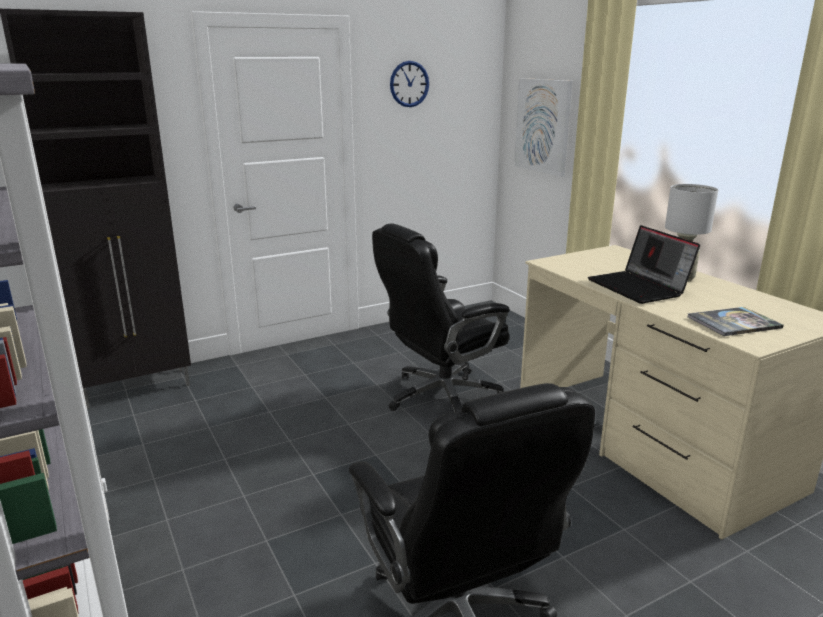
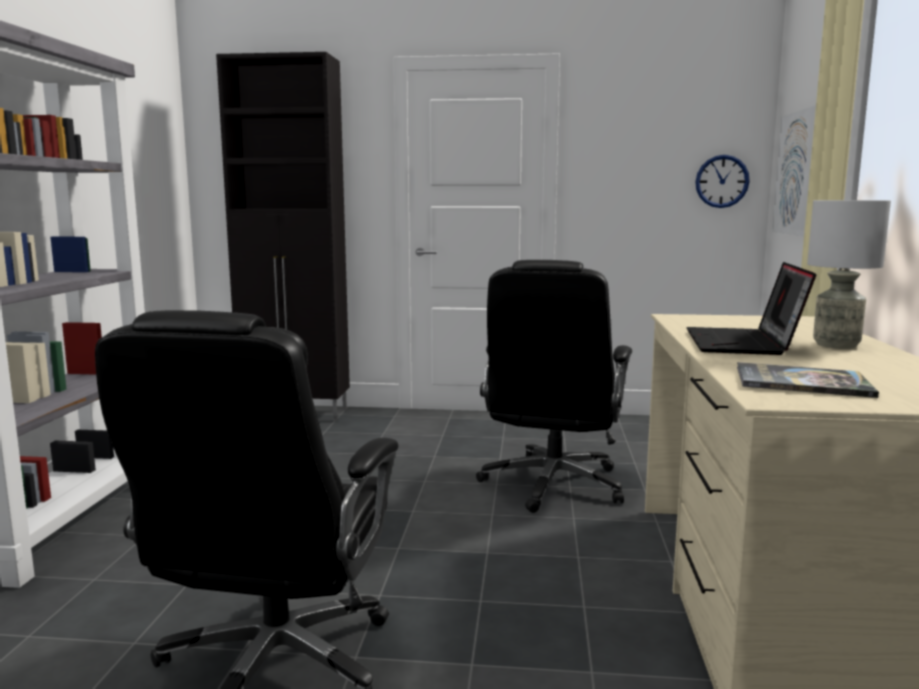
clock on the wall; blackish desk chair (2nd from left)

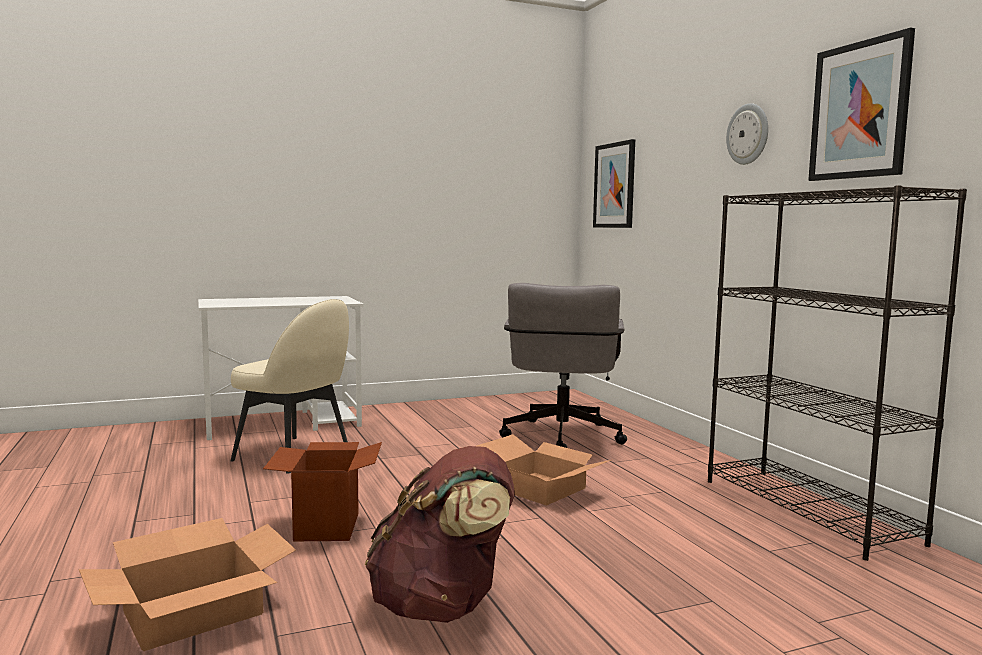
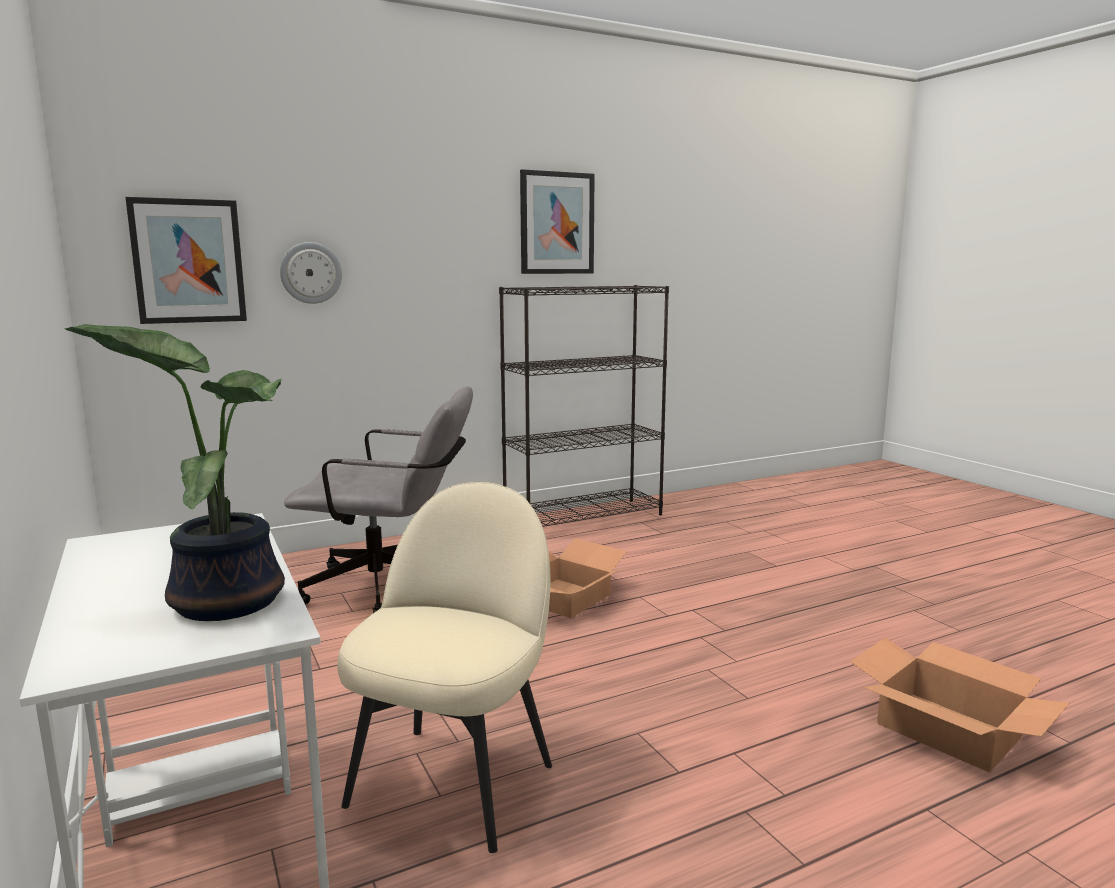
packing box (2nd from left in the first image); brownish backpack; plant in a pot; clock on the wall

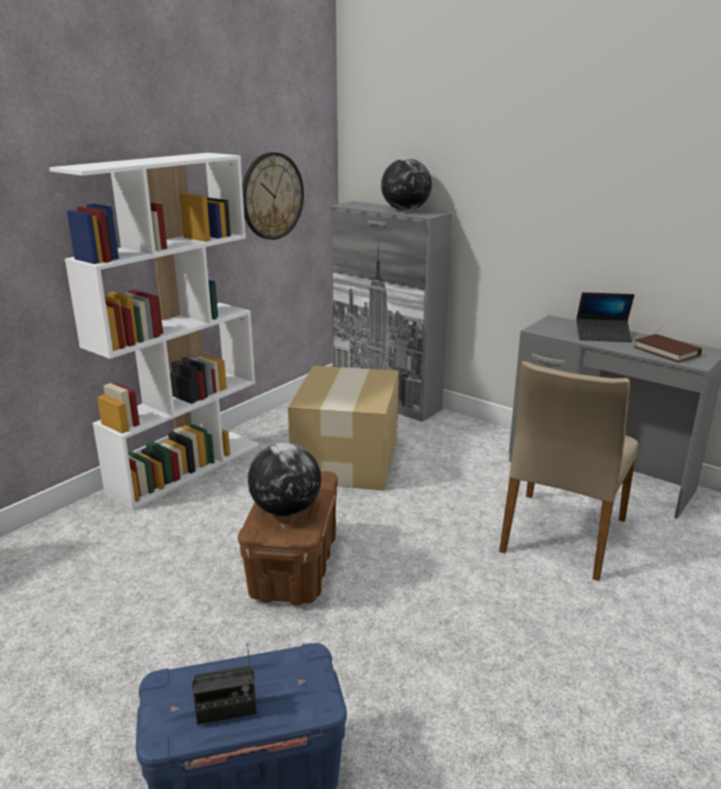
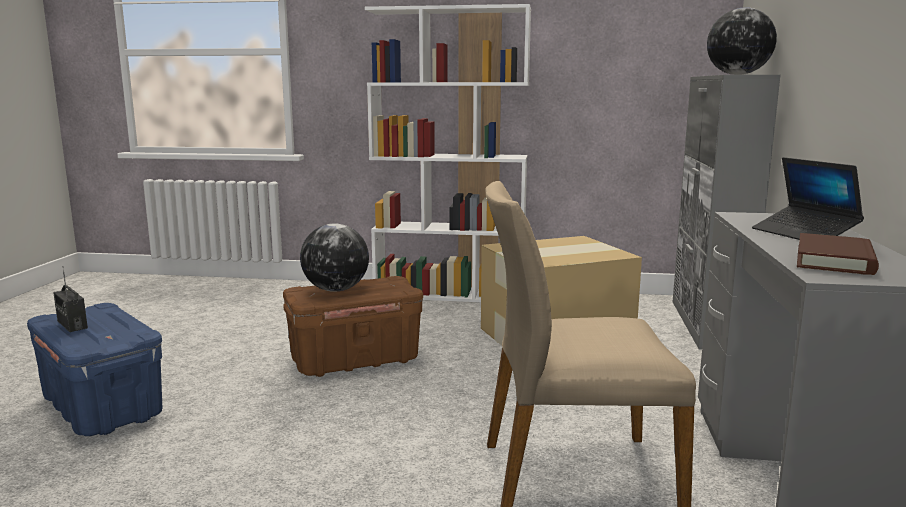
clock on the wall

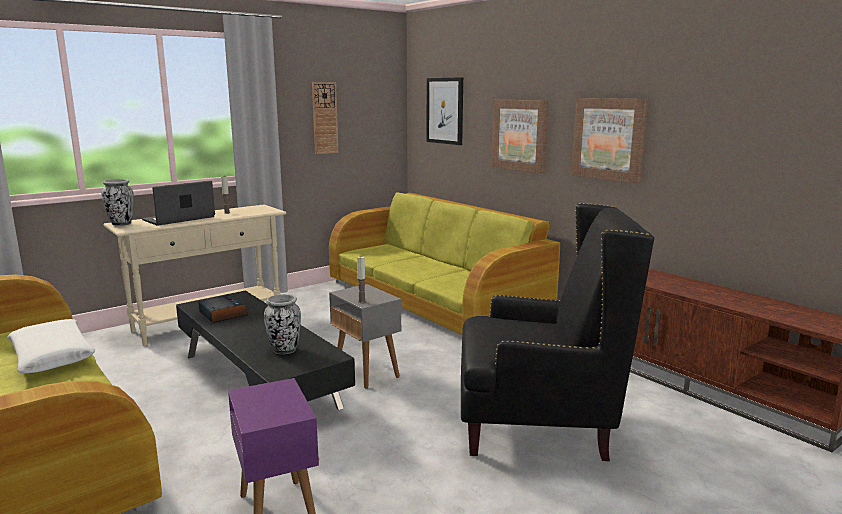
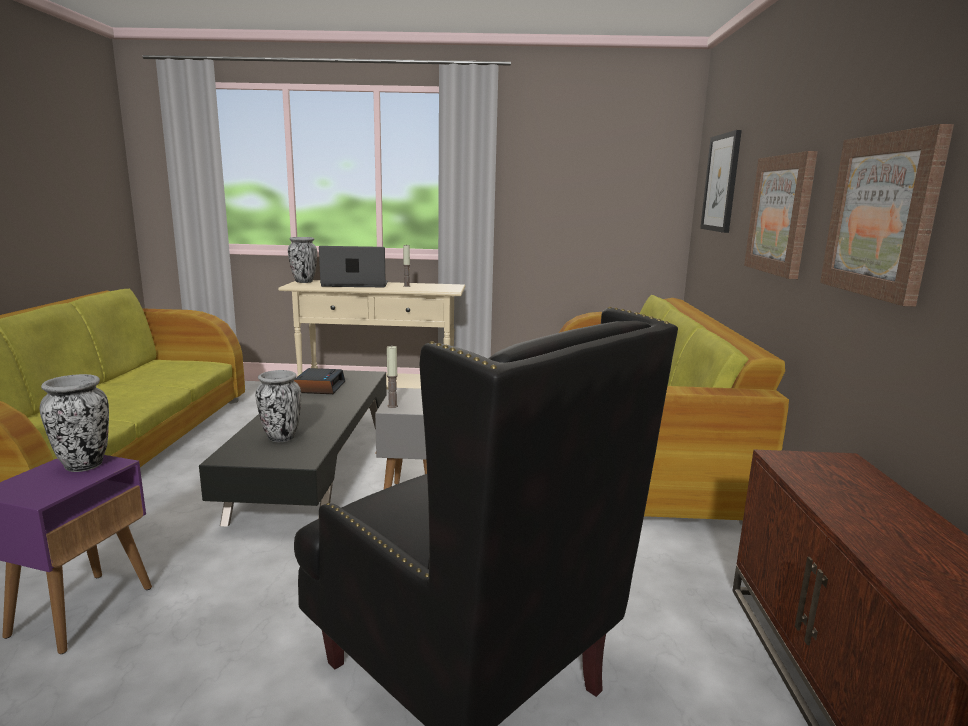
white throw pillow; clock on the wall; decorative vase (1st from left)

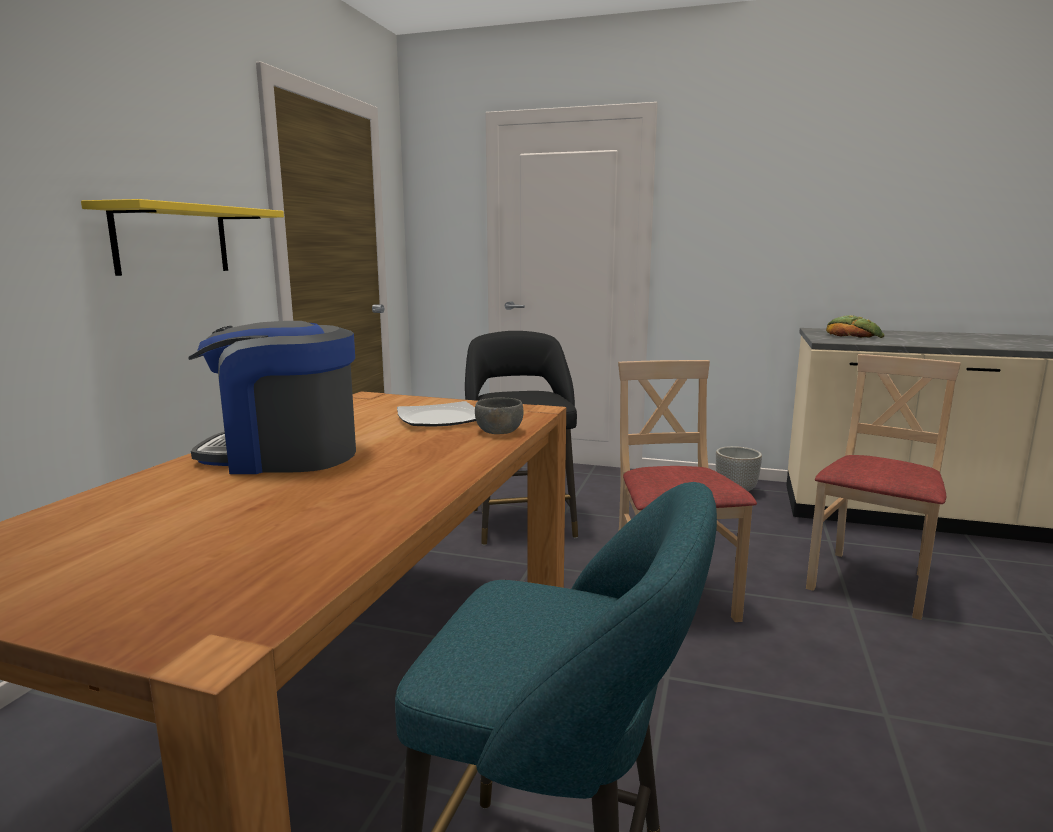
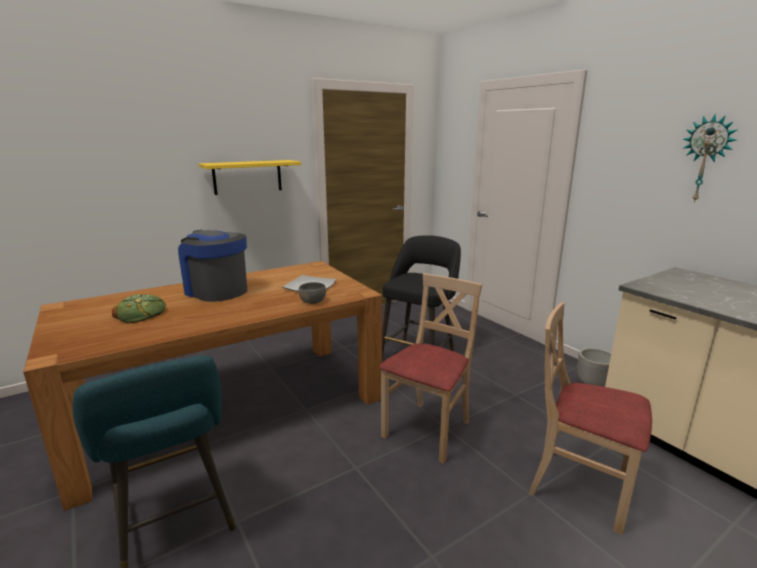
clock on the wall; bread; sand-coloured upright chair (2nd from left)

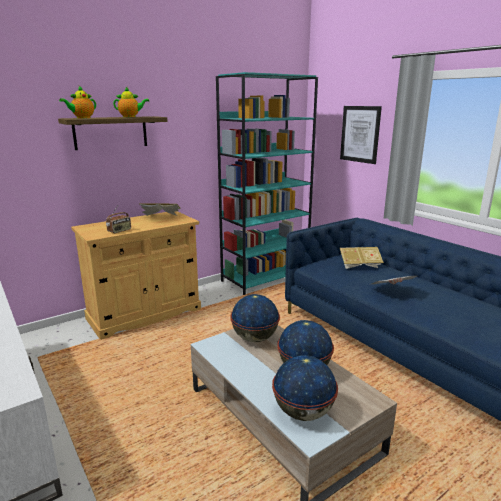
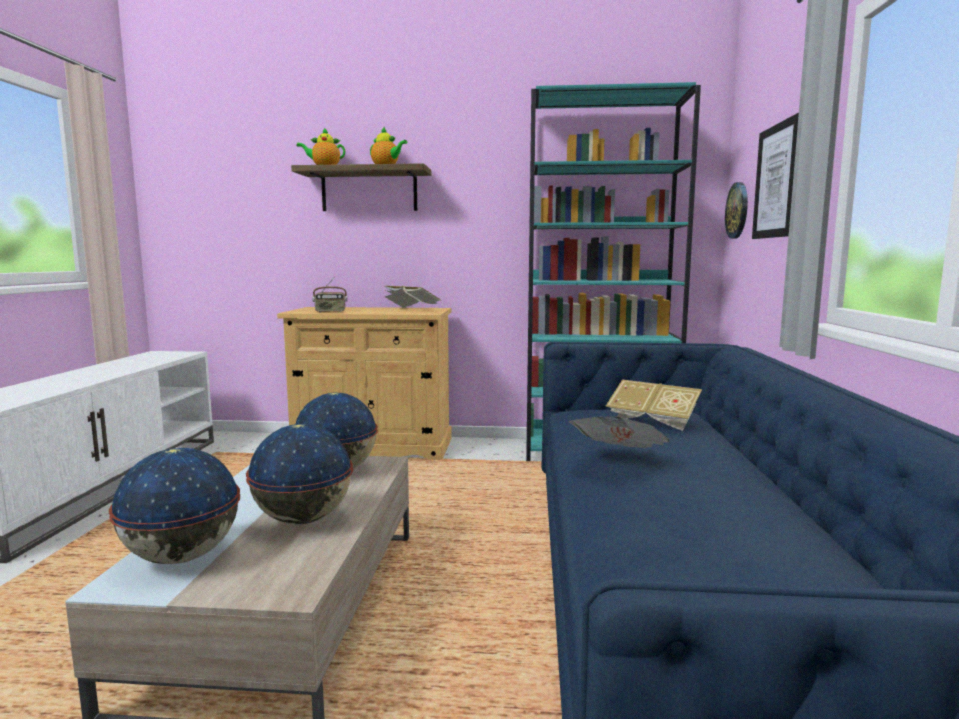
clock on the wall

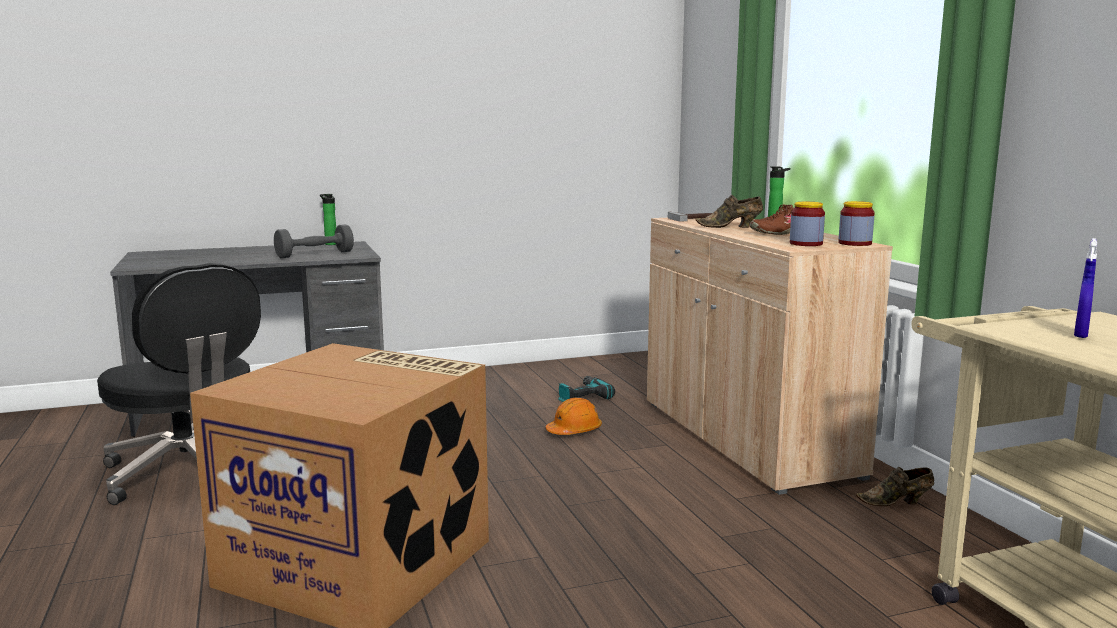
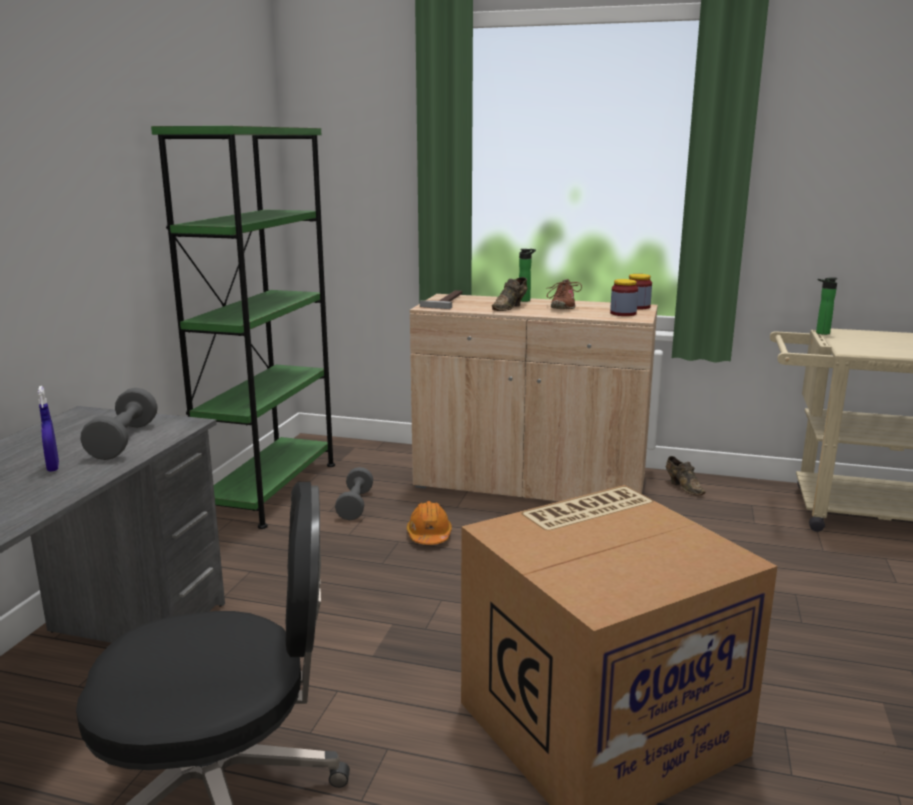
green bookshelf; bottle (2nd from left); bluish sprayer; gray hand weight (2nd from left); brownish low shoe (3rd from left)

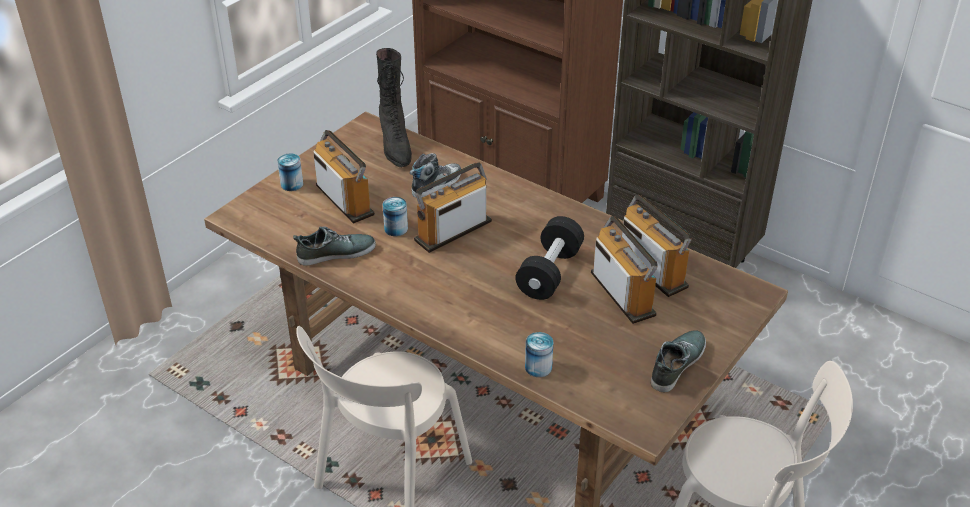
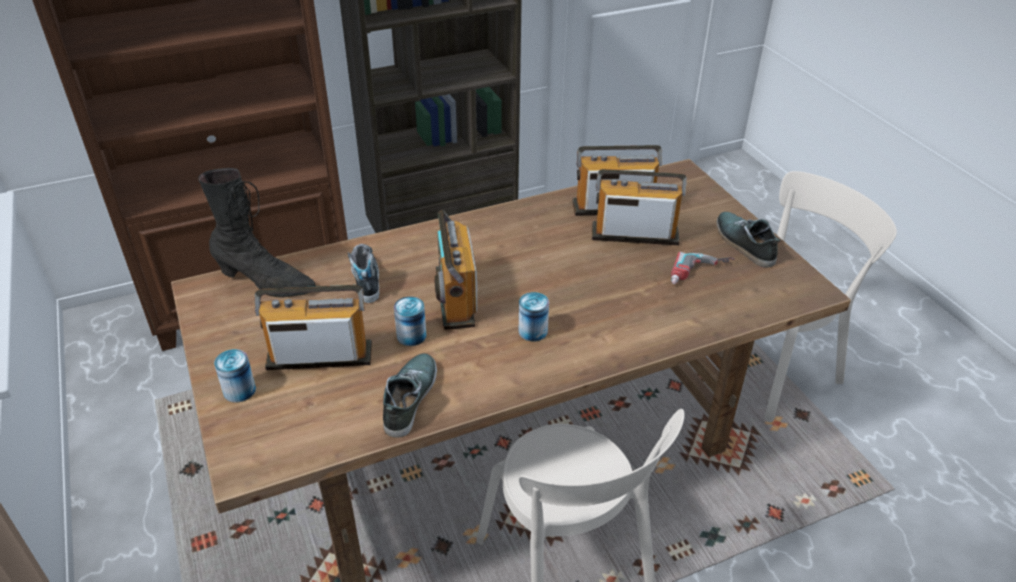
blackish hand weight; power drill; metal can (3rd from left)

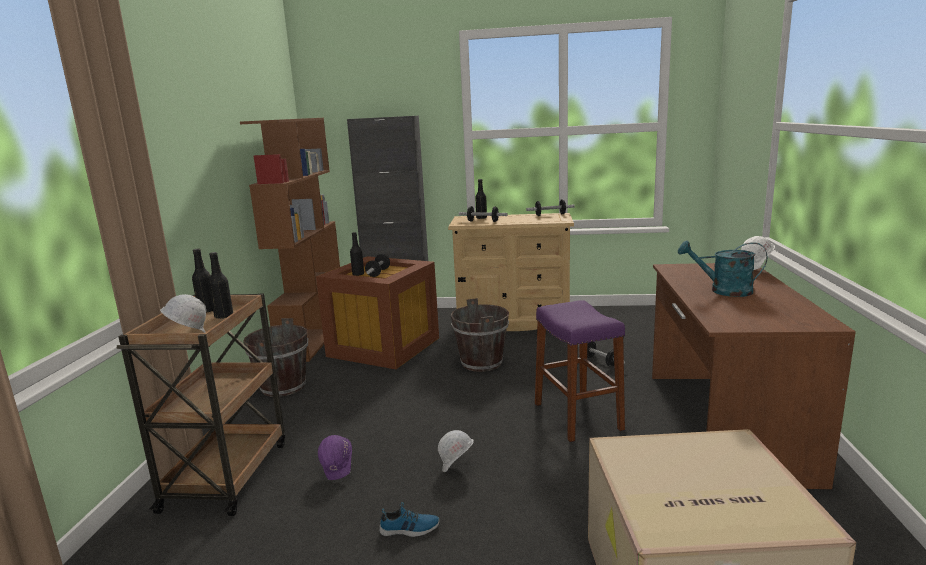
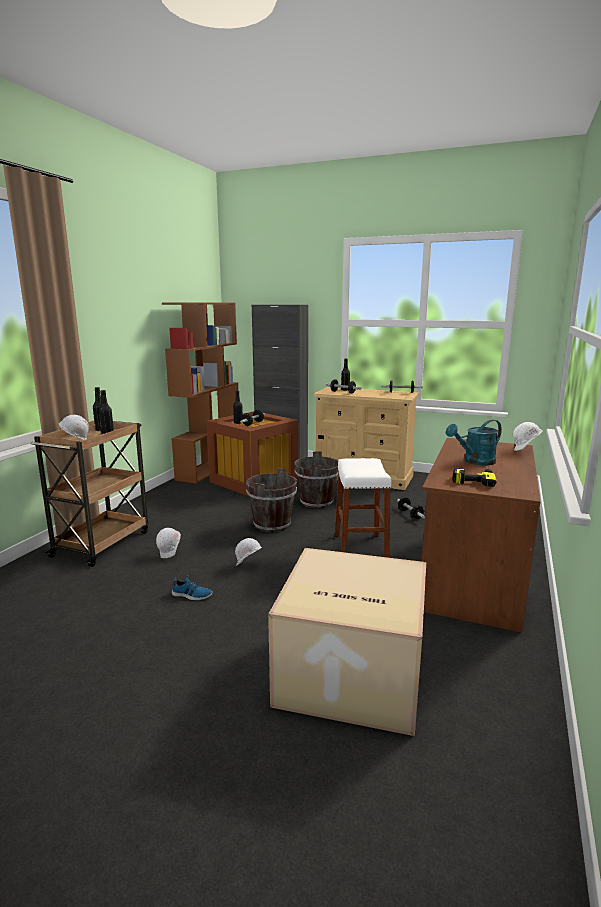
power drill; brownish bucket (1st from left); white hard hat (2nd from left); white stool seat; blue-green watering pot

